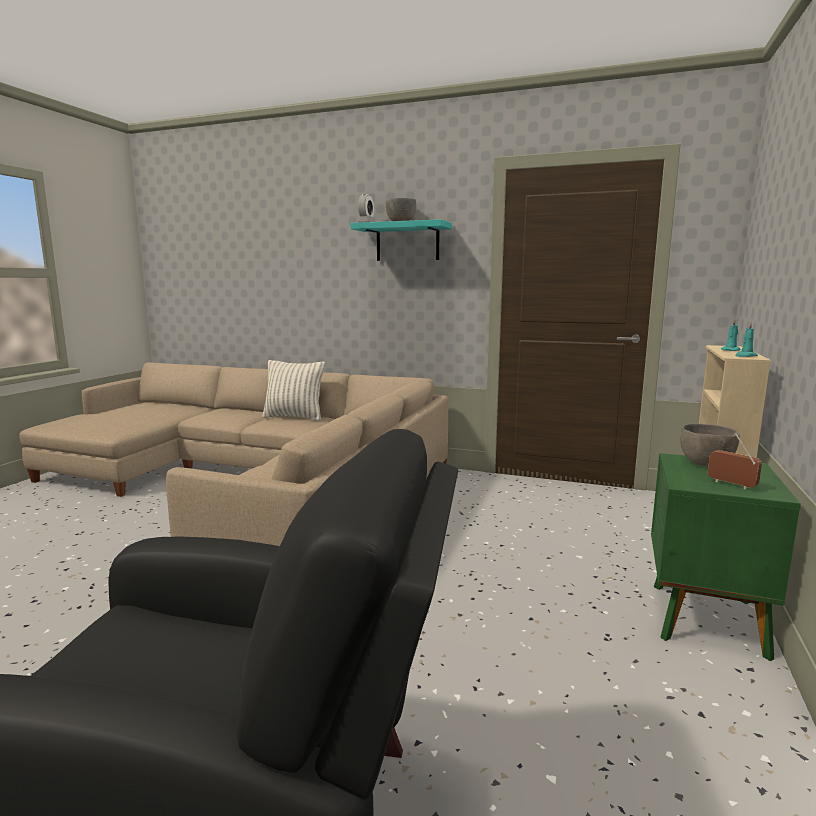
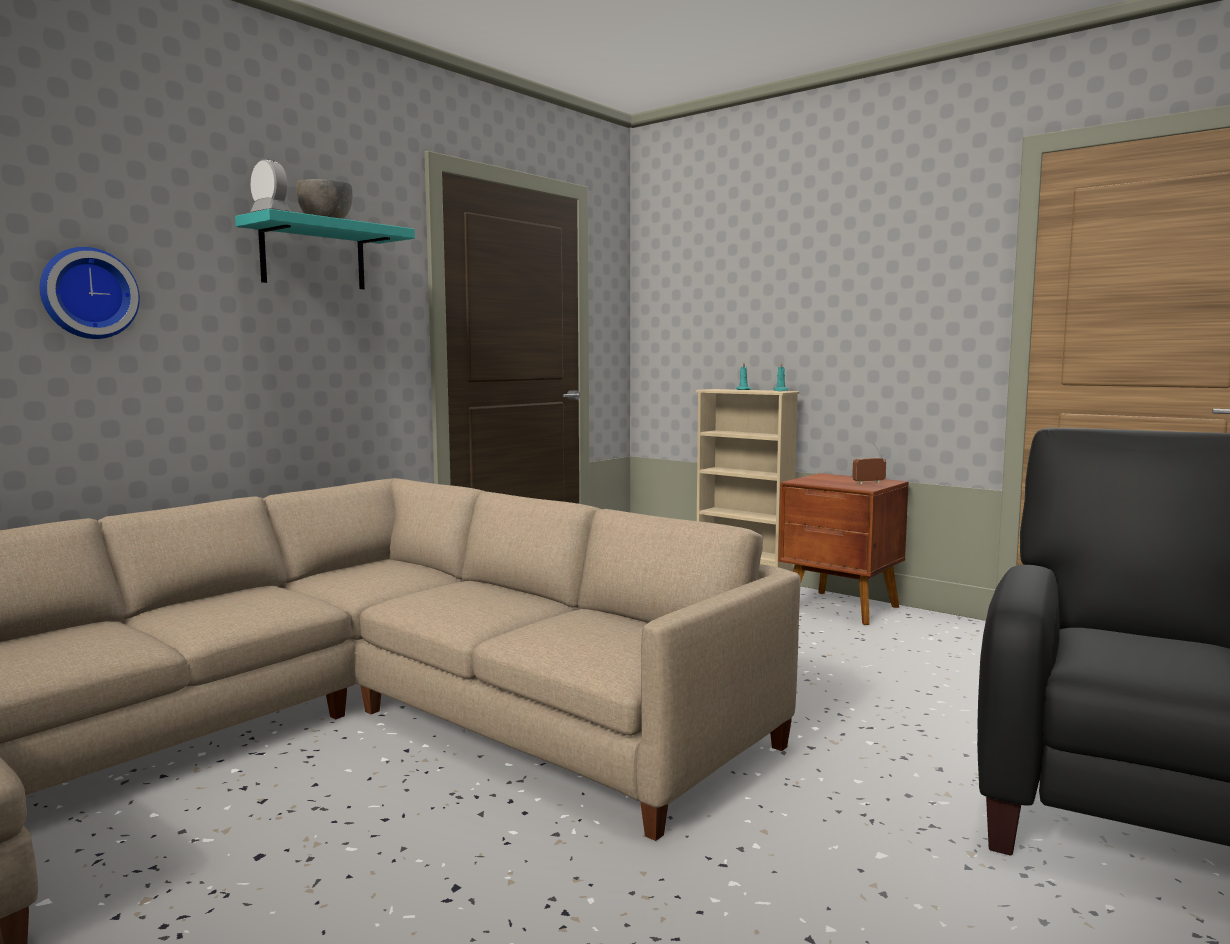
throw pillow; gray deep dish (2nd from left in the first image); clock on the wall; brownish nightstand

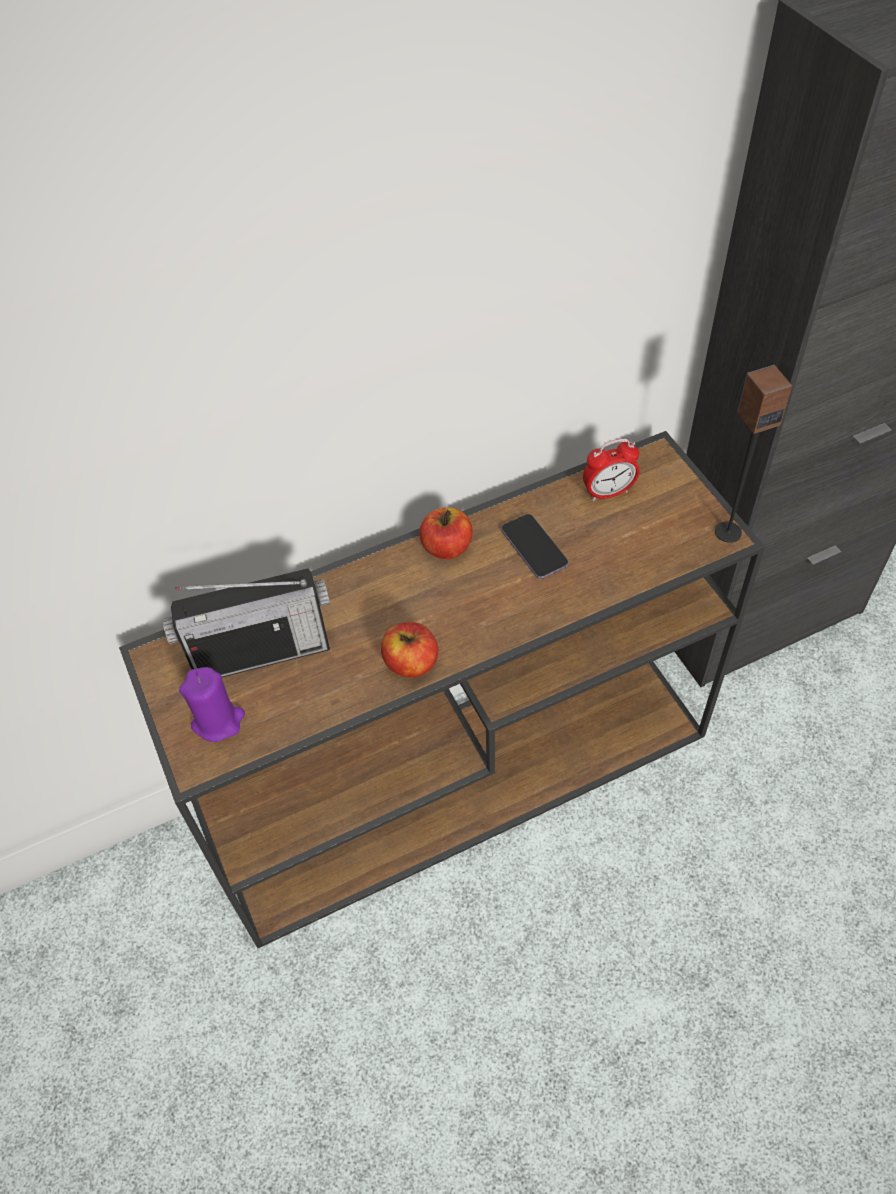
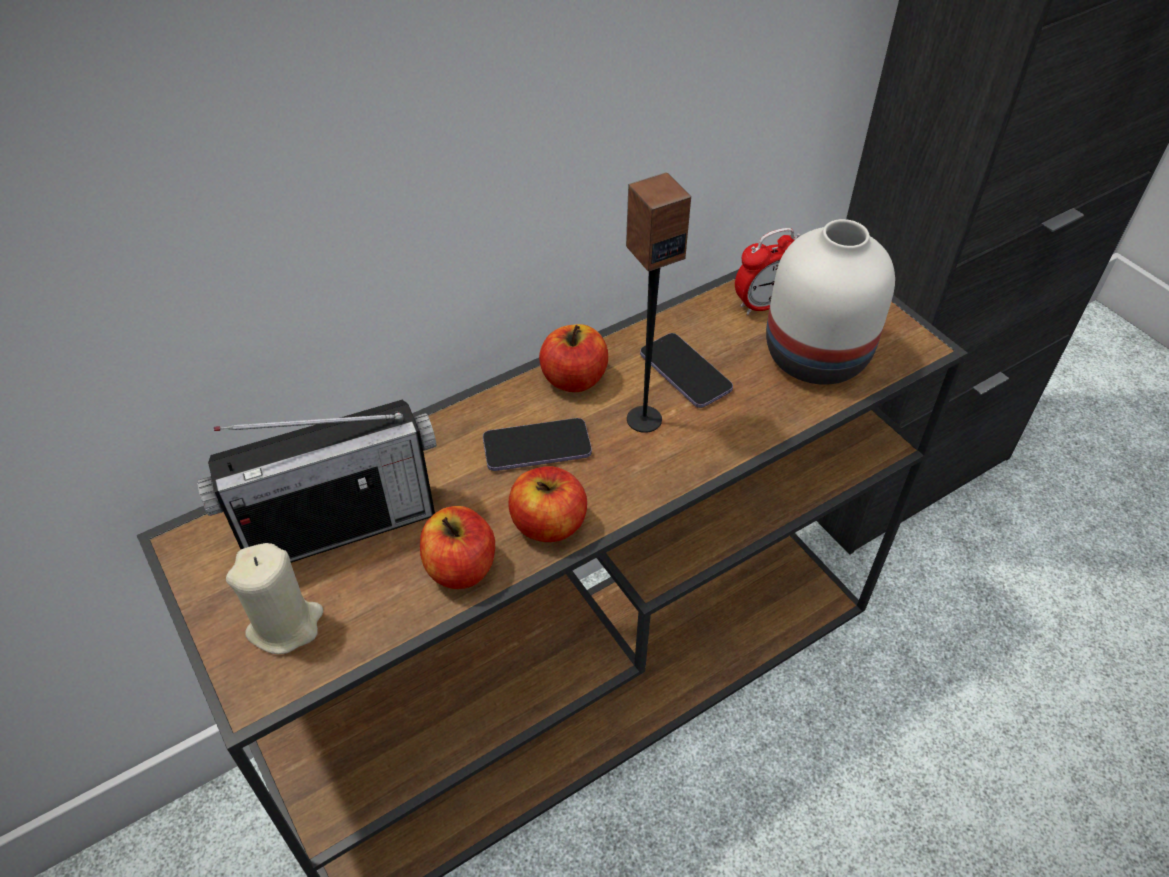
apple fruit (1st from left); phone (1st from left); white decorative vase; audio speaker; sand-coloured wax candle

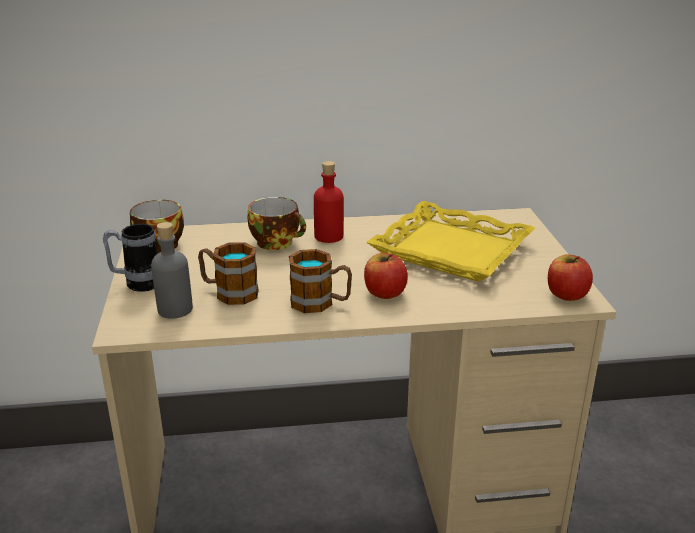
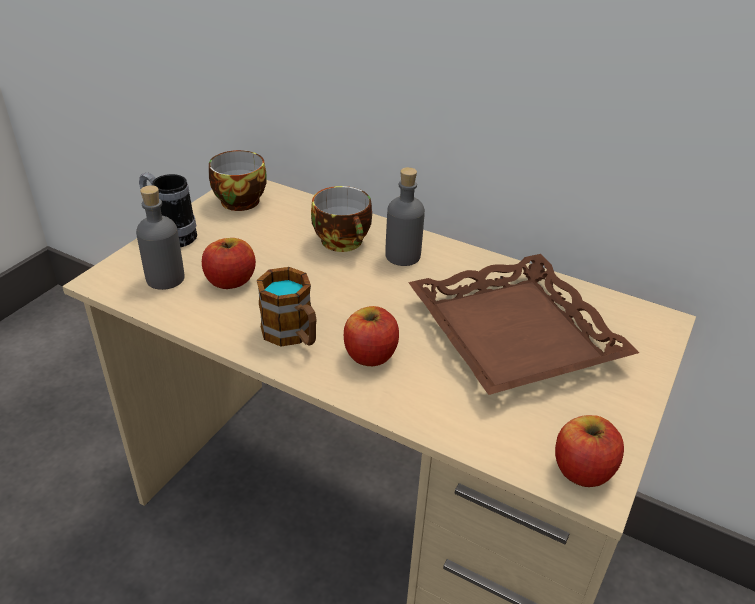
apple fruit (1st from left); gray bottle (2nd from left); brownish carrying tray

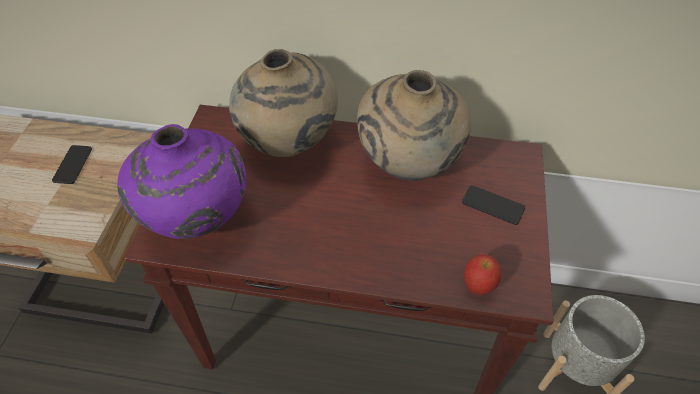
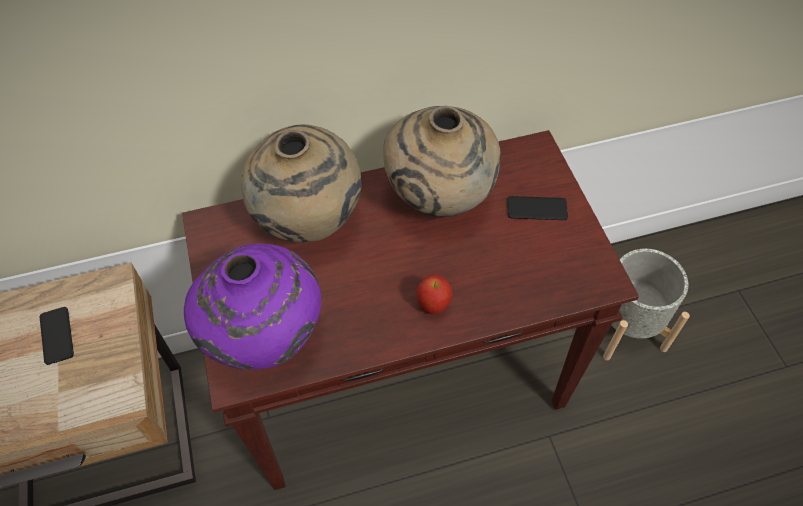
apple fruit

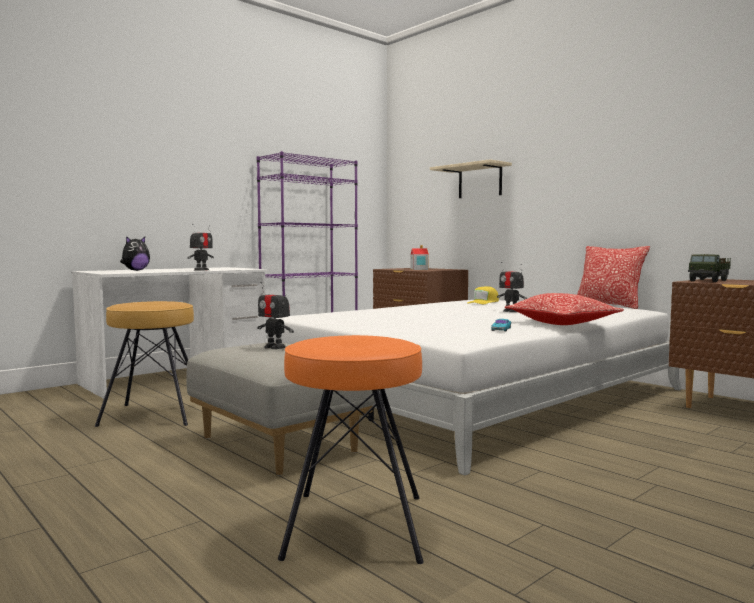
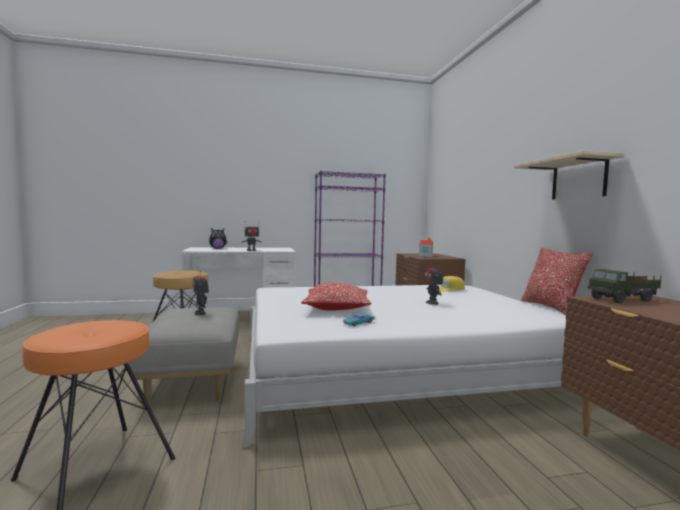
sand-coloured bracket shelf; throw pillow (1st from left)

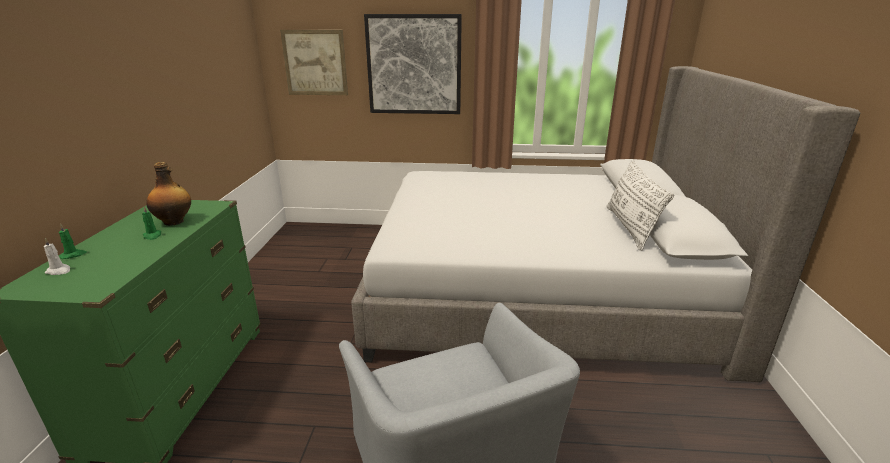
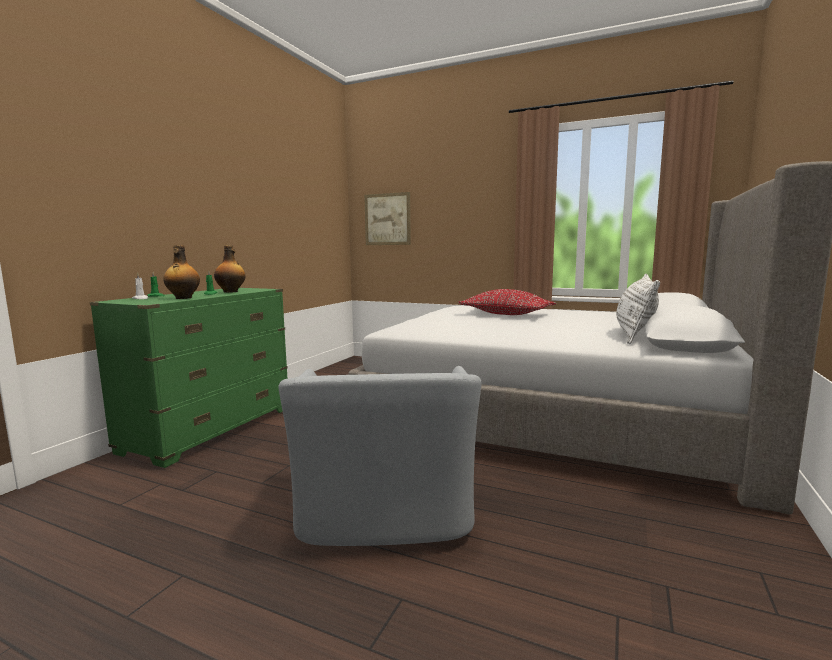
wall art (2nd from left in the first image); bottle (1st from left); red-coloured throw pillow

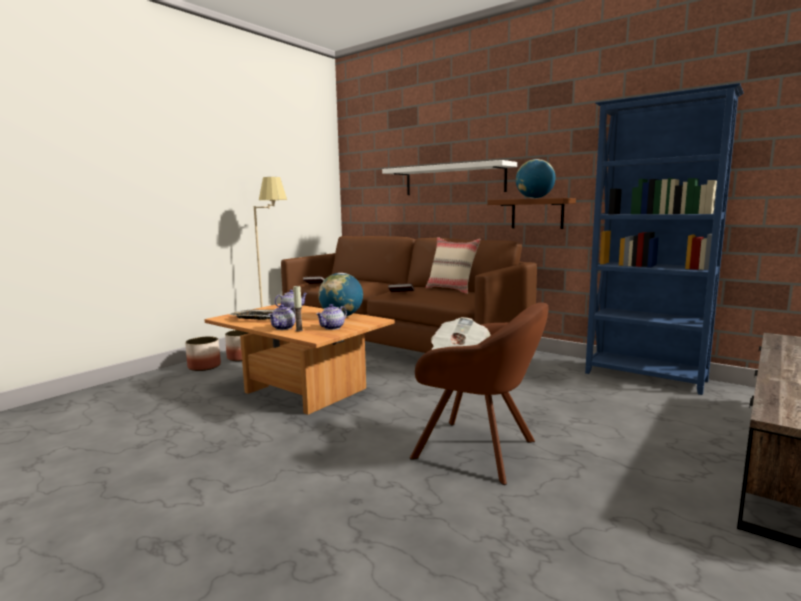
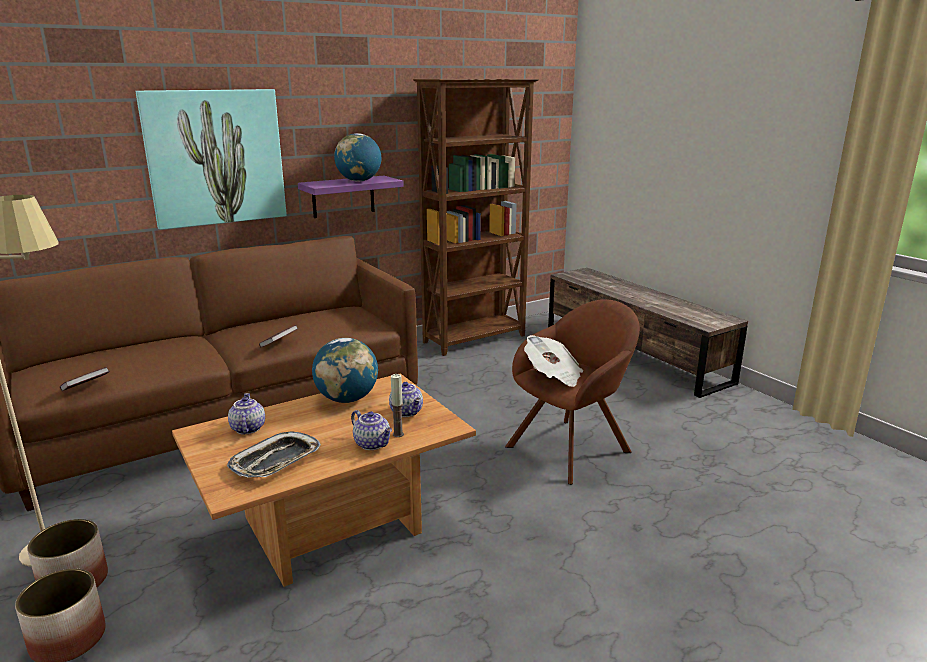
sand-coloured throw pillow; wall art; purplish bracket shelf; brownish bookshelf

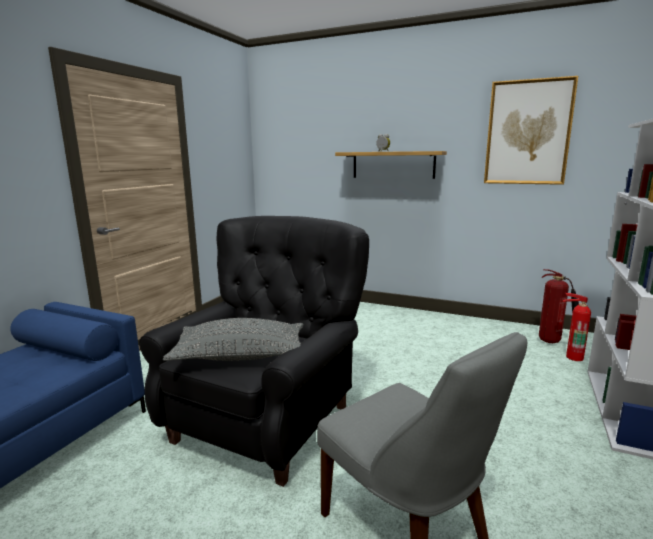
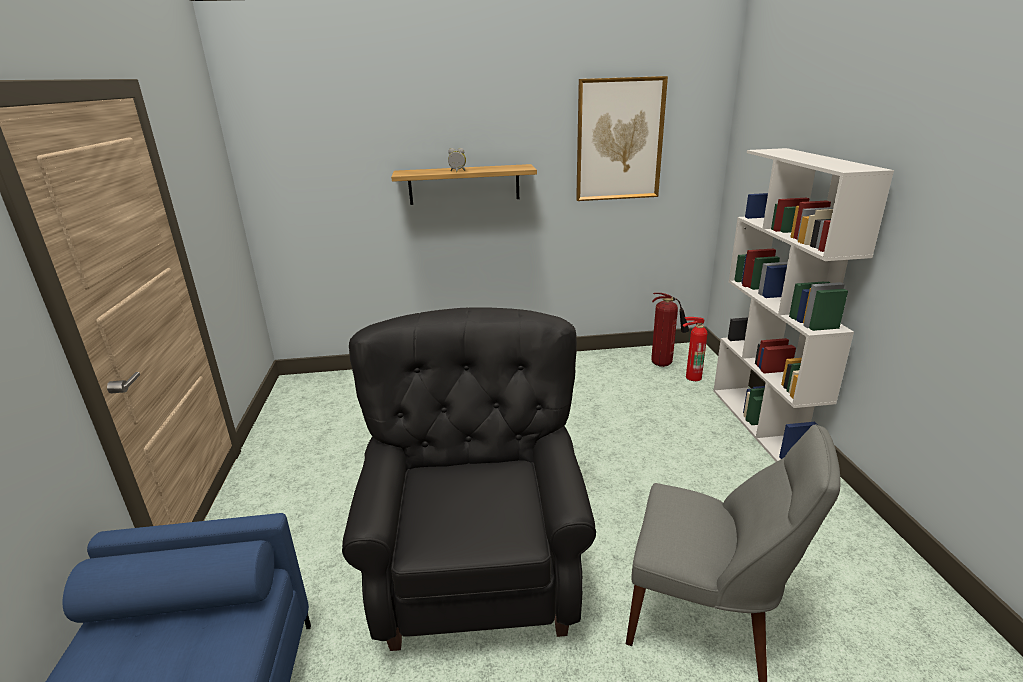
gray throw pillow

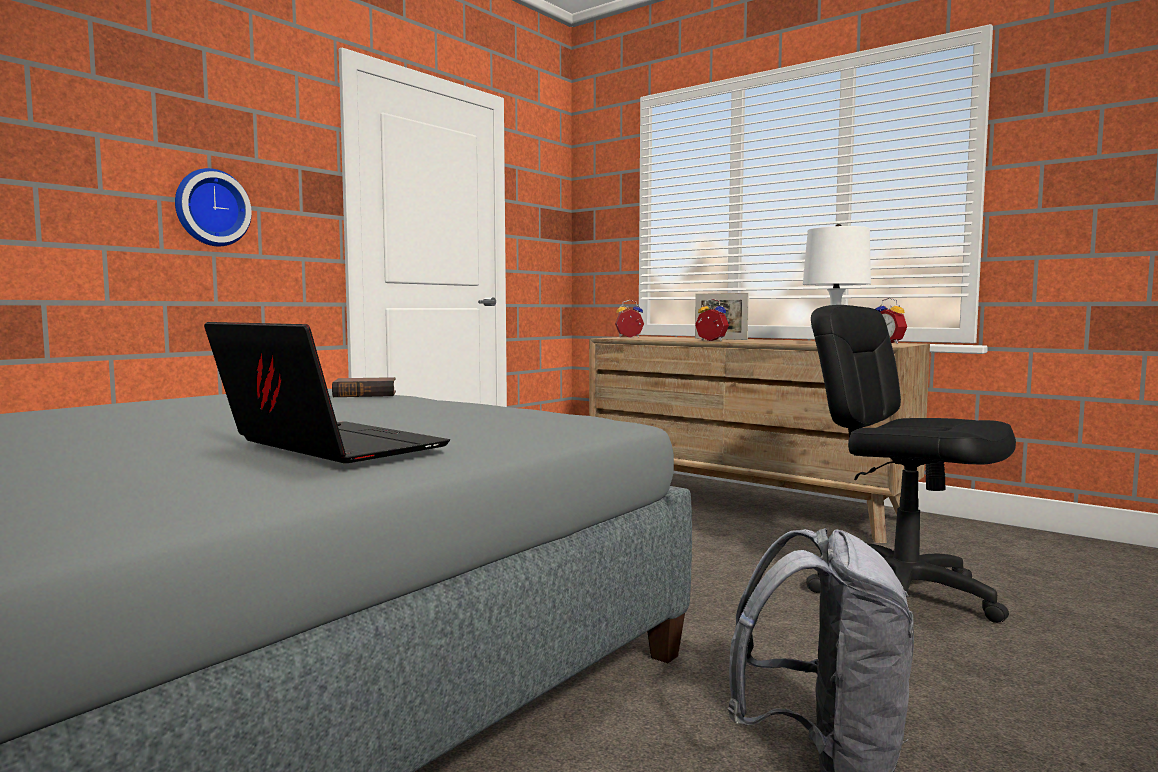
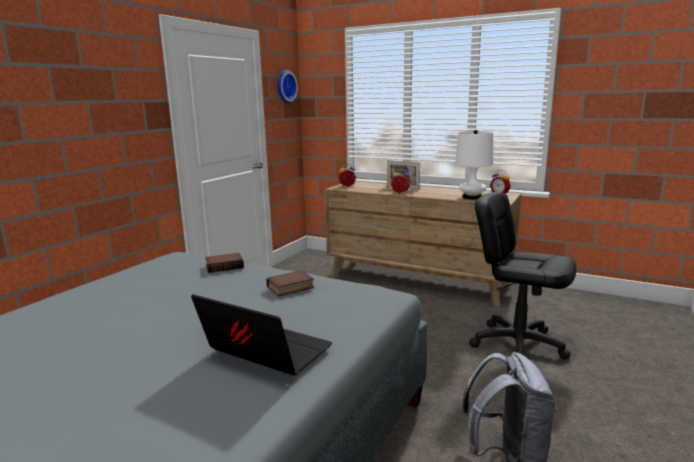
volume (2nd from left); clock on the wall

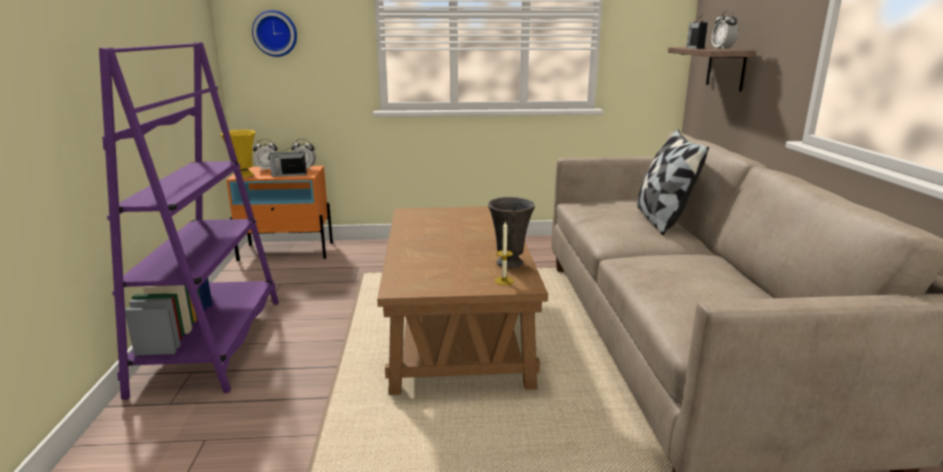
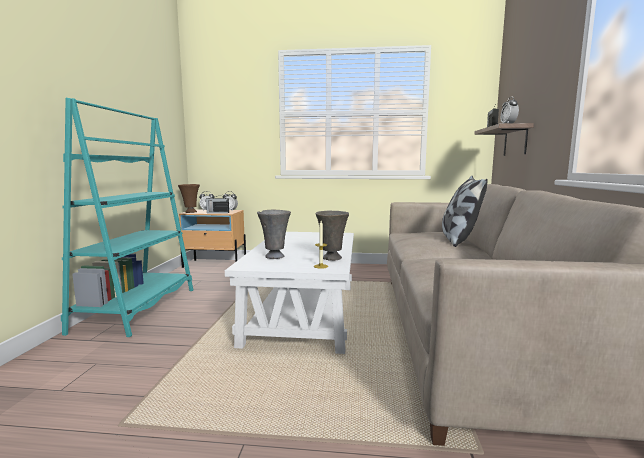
clock on the wall; gray decorative vase (1st from left); blue-green bookshelf; brownish decorative vase; sand-coloured nightstand; white lounge table

